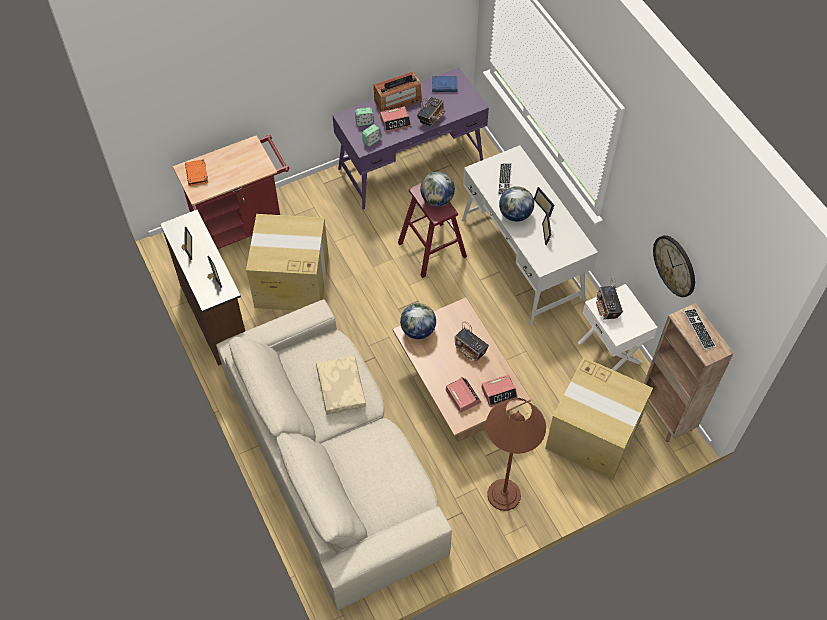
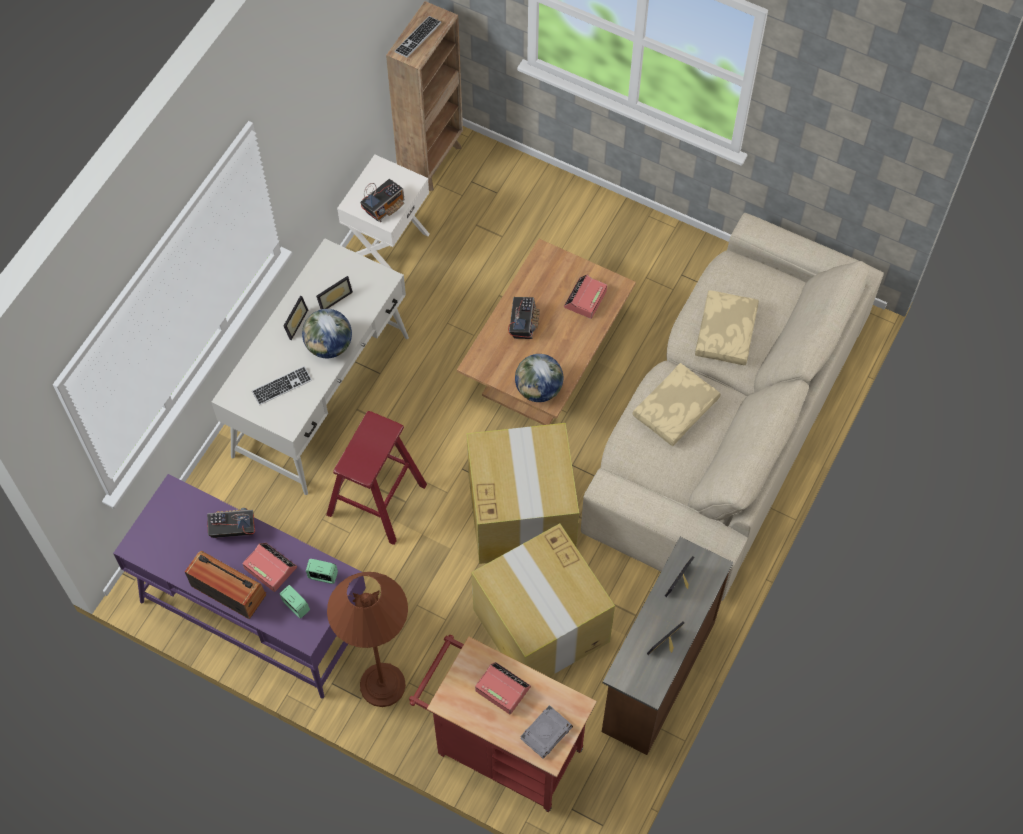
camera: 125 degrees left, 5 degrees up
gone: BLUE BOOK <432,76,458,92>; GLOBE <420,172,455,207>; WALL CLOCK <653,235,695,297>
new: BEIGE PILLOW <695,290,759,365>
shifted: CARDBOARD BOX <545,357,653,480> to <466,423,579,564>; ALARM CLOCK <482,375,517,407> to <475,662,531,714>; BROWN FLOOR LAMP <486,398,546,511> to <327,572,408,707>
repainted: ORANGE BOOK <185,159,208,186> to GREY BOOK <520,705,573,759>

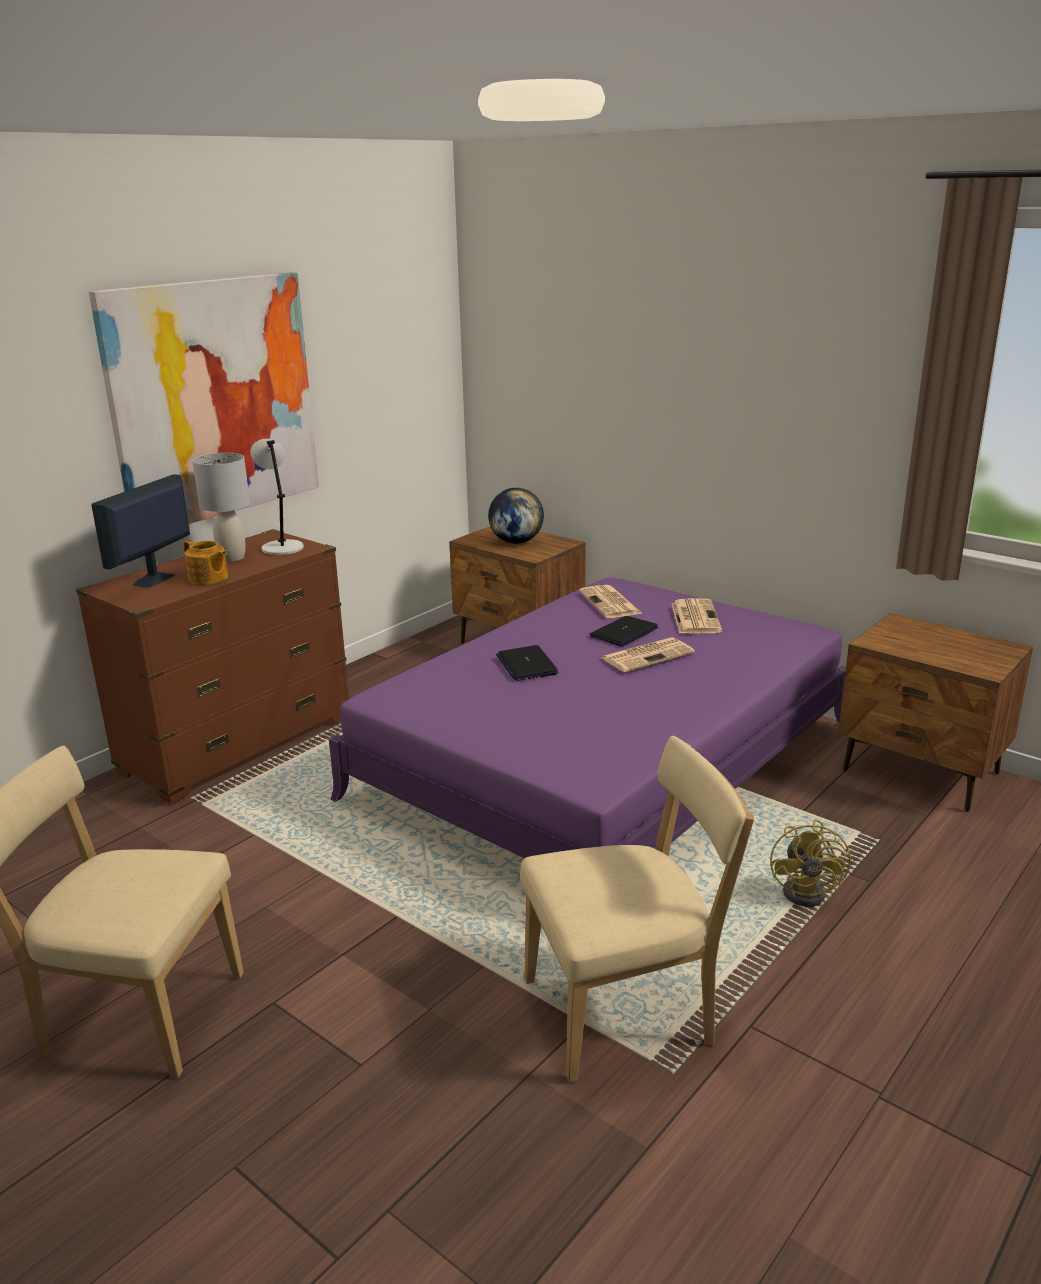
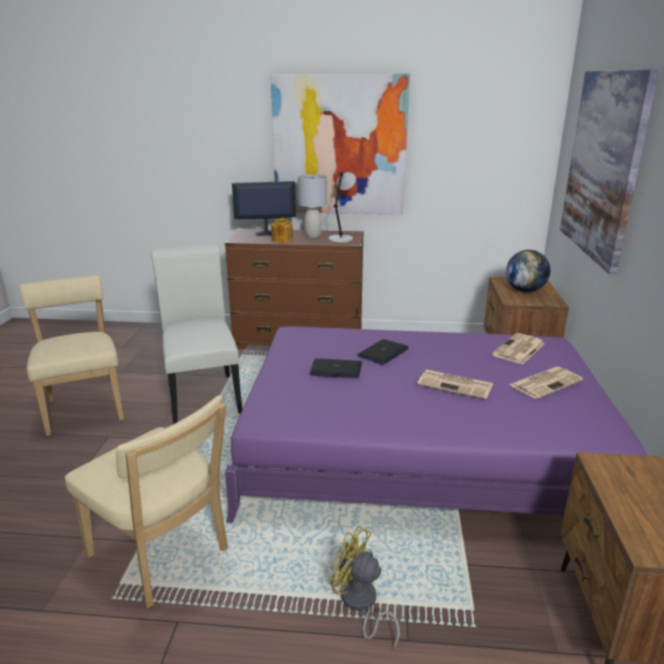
camera: 55 degrees right, 0 degrees up
new: PICTURE <560,69,659,275>; WHITE CHAIR <151,245,242,424>
shifted: LAPTOP <589,616,658,646> to <310,358,362,378>
rotated: YELLOW FAN <770,820,851,907> = <331,526,400,650> 60 degrees clockwise

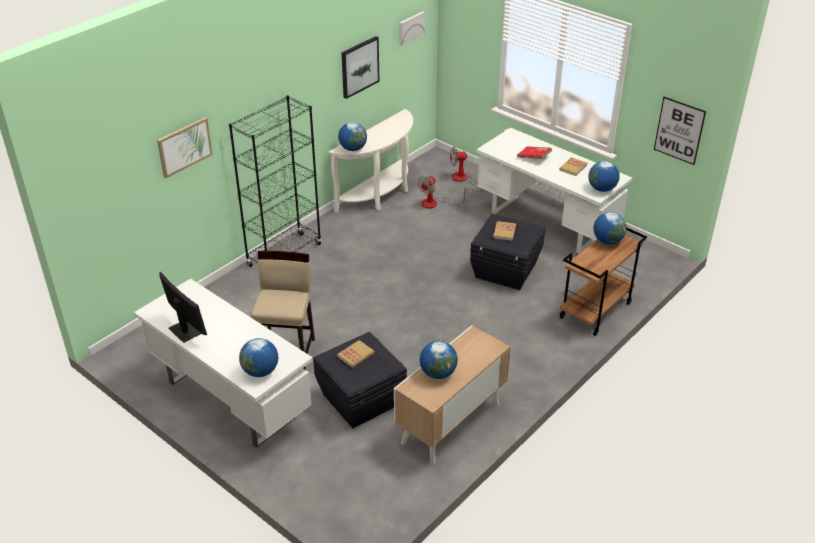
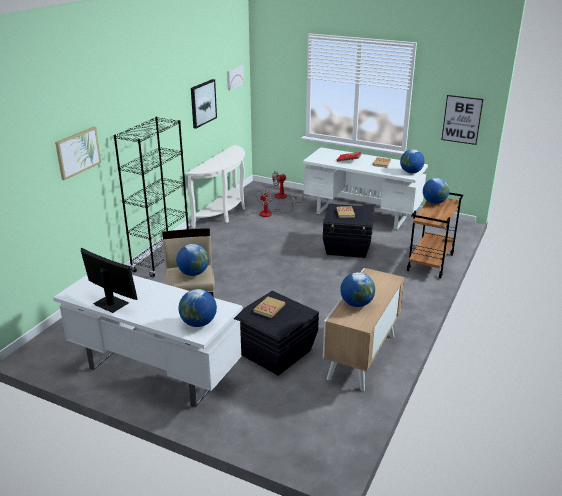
camera: 15 degrees left, 10 degrees down
shifted: GLOBE <338,122,367,151> to <176,244,209,276>

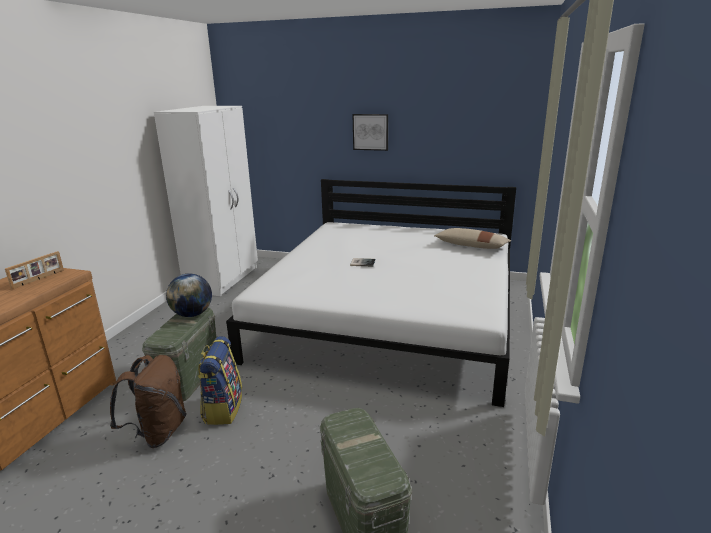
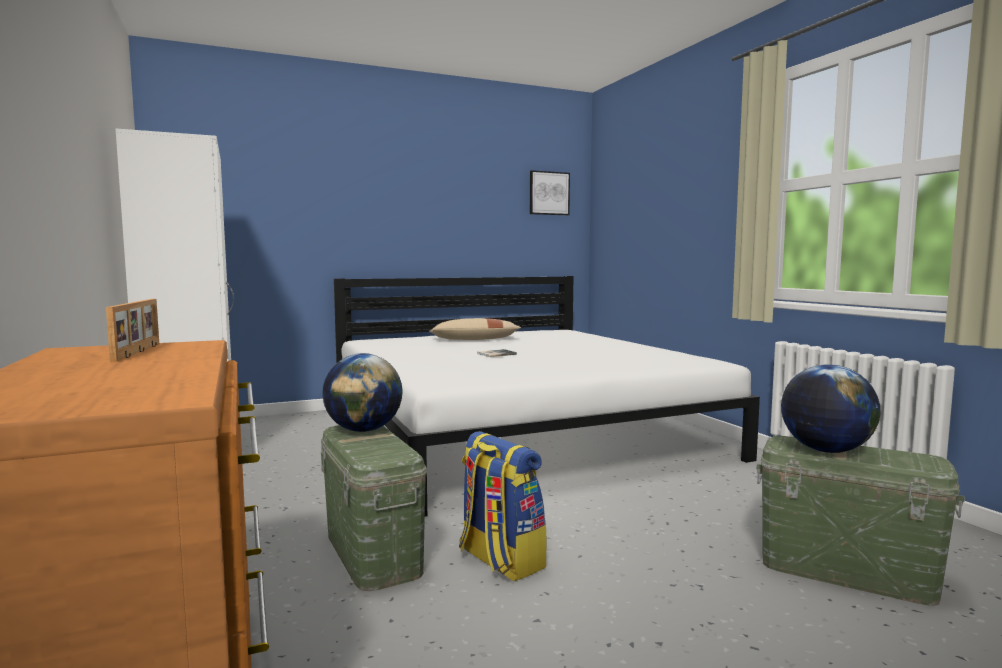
camera: 40 degrees left, 15 degrees down
gone: BROWN BACKPACK <110,355,187,448>
new: GLOBE <781,364,881,453>
shifted: PICTURE <352,114,388,151> to <530,170,570,215>; BEIGE PILLOW <434,228,511,249> to <429,318,521,340>

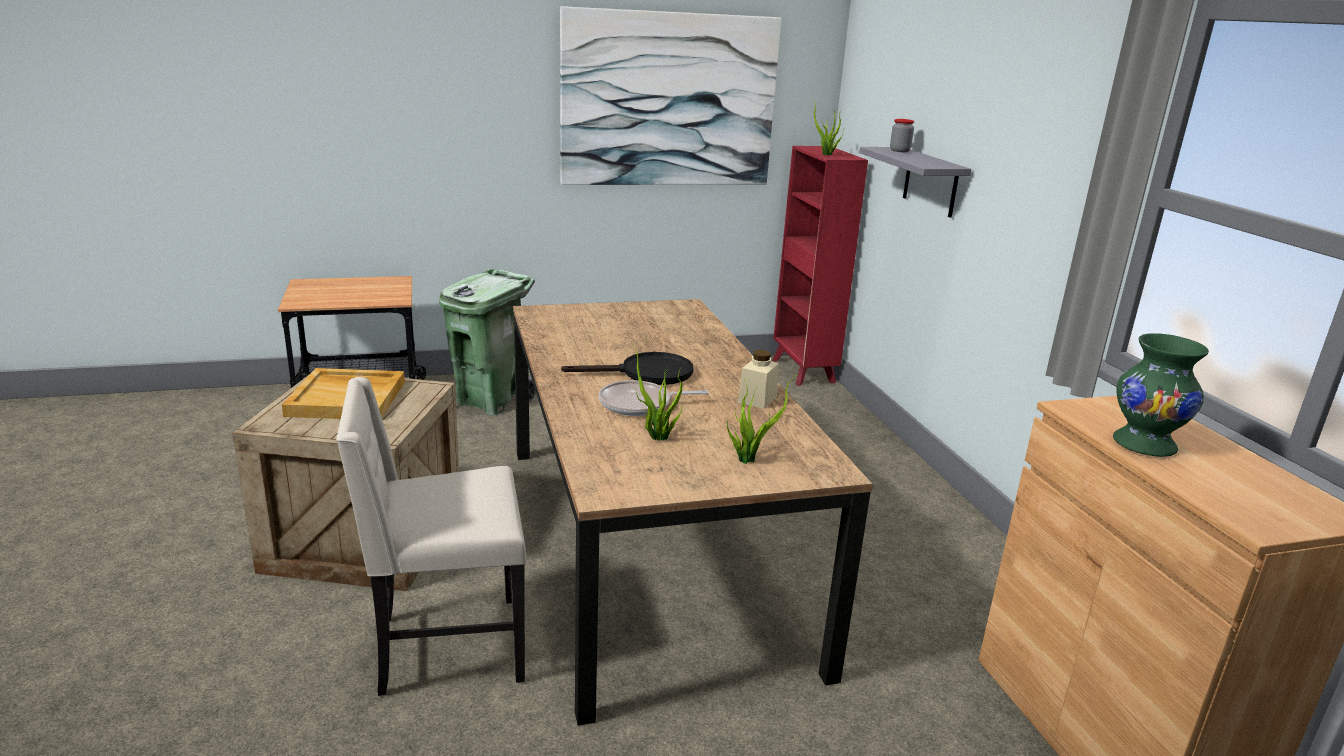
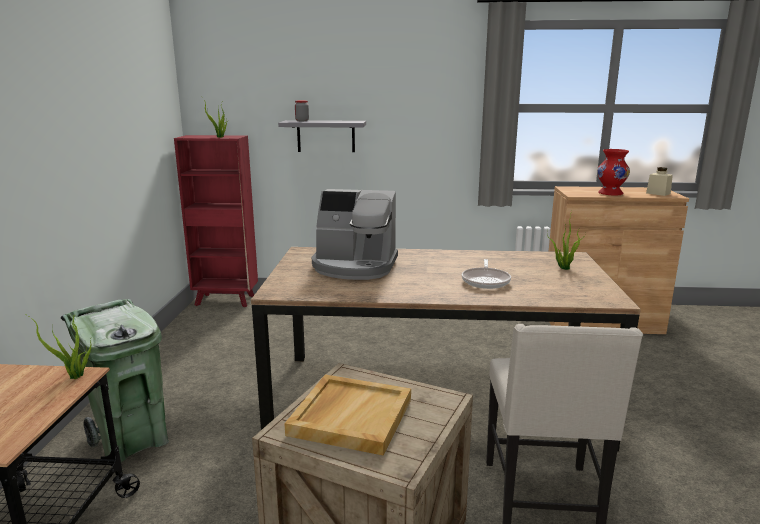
camera: 70 degrees left, 5 degrees down
gone: PICTURE <560,6,781,185>; BLACK FRYING PAN <561,352,693,385>
new: COFFEE MACHINE <312,189,398,280>
shifted: POTTED PLANT <632,342,683,440> to <25,314,91,379>; BEIGE JAR <738,350,779,409> to <646,167,673,196>
repainted: GREEN VASE <1113,333,1209,457> to RED VASE <597,149,630,196>

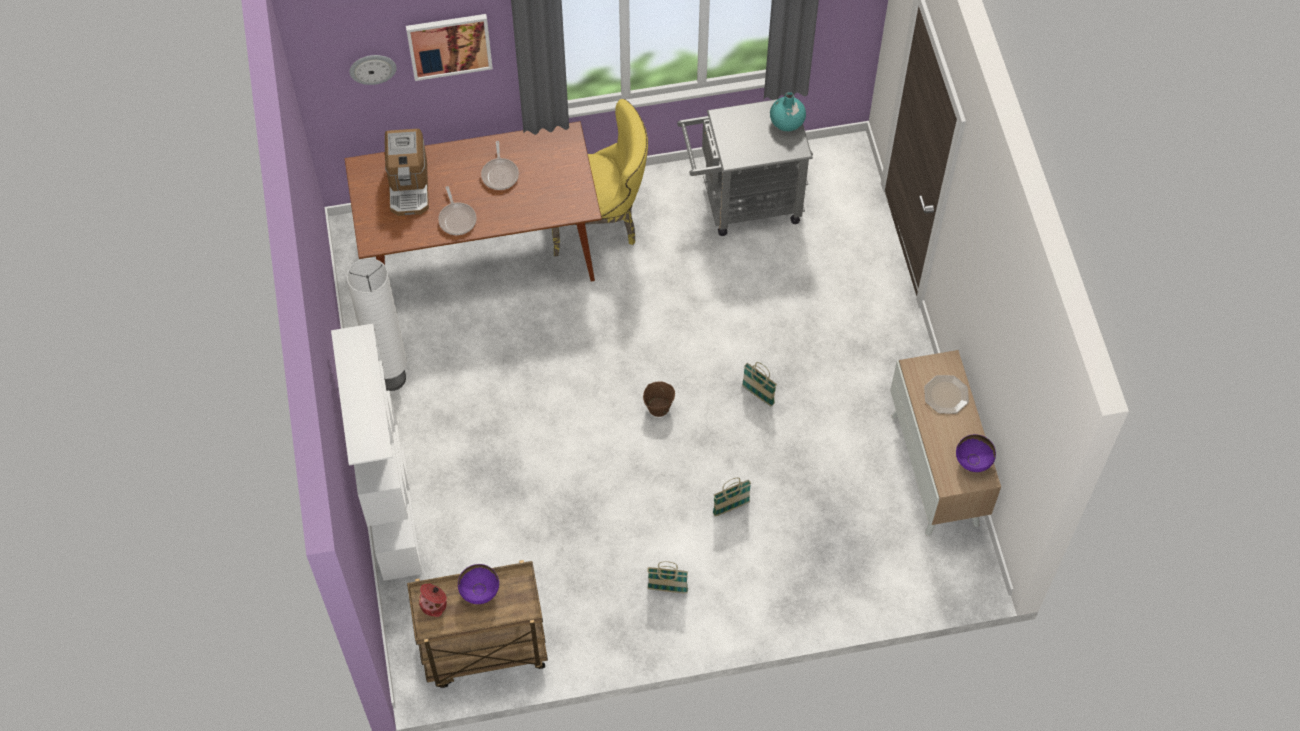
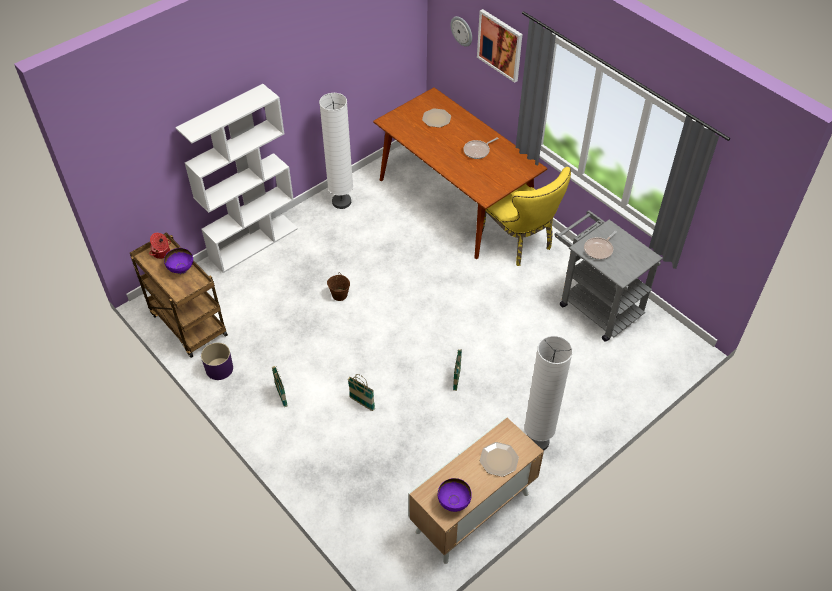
camera: 60 degrees right, 10 degrees down
gone: TURQUOISE VASE <770,92,806,131>
new: WHITE FLOOR LAMP <524,336,573,451>; PURPLE PLANTER <201,343,233,380>
shifted: FRYING PAN <438,186,476,235> to <584,231,617,260>; BROWN BUCKET <643,381,675,417> to <327,272,350,301>
swapped: COFFEE MACHINE <385,129,429,216> to PLATE <422,108,451,128>

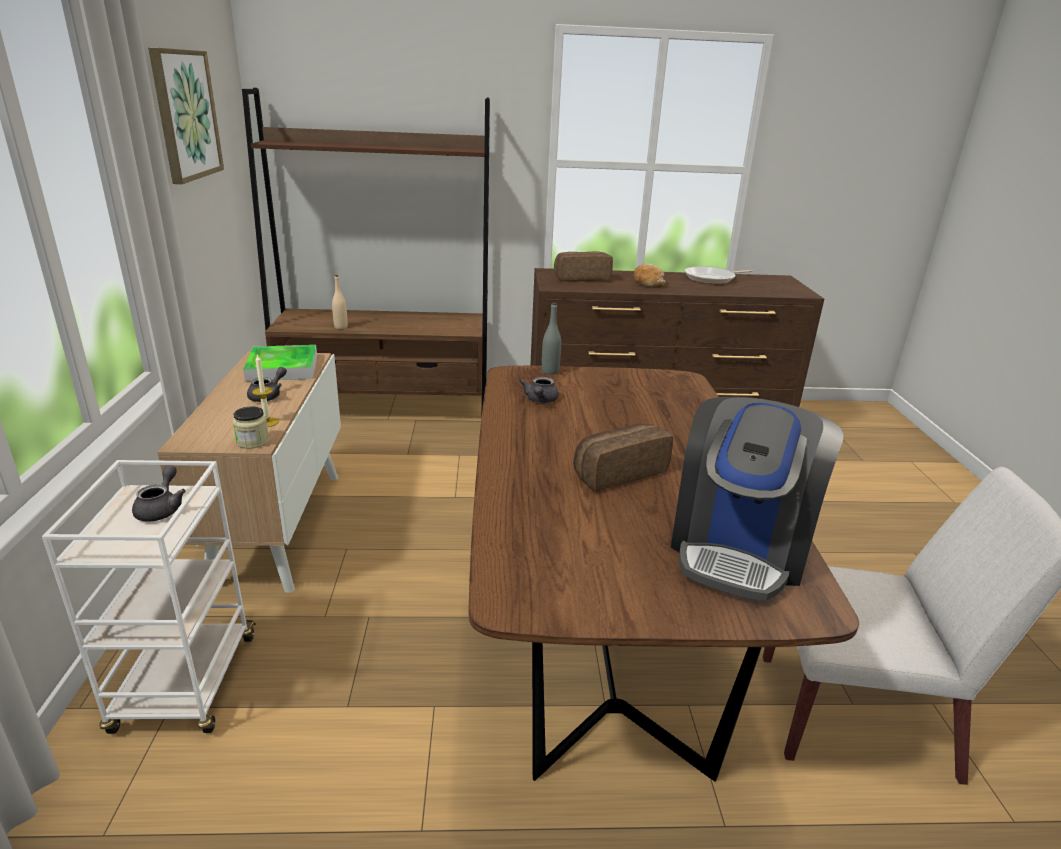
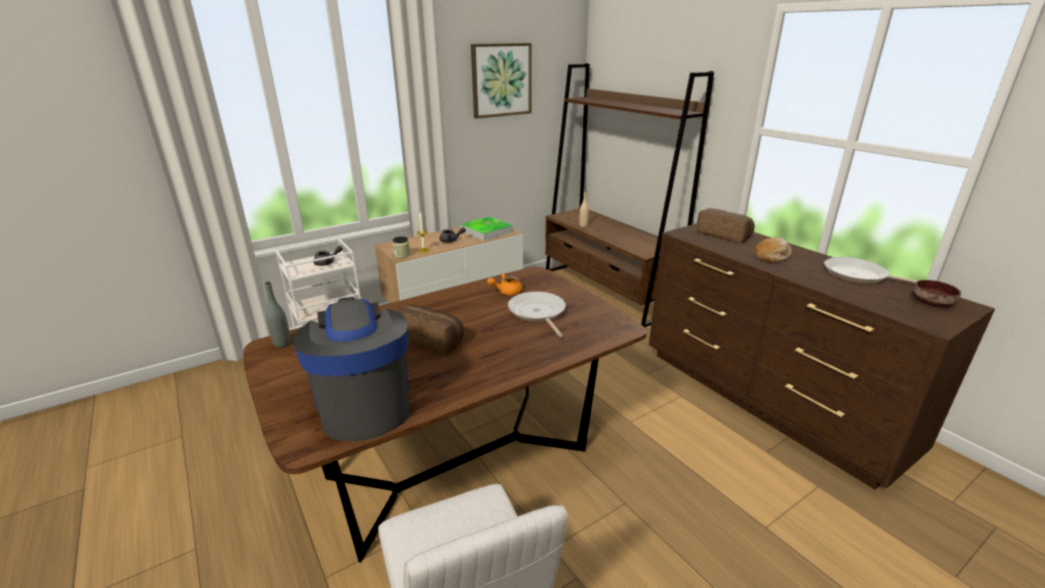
camera: 60 degrees right, 0 degrees up
new: BROWN BOWL <912,280,961,307>; FRYING PAN <508,291,566,337>
shifted: GREY BOTTLE <542,302,561,375> to <265,282,291,348>
repainted: GREY TEAPOT <519,377,559,403> to ORANGE TEAPOT <487,273,523,295>
rotated: COFFEE MACHINE <671,397,843,601> = <293,297,409,441> 75 degrees clockwise

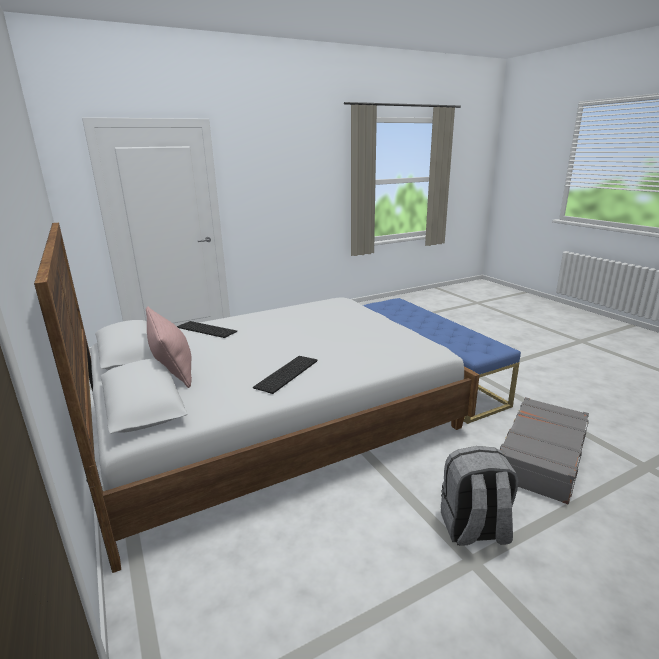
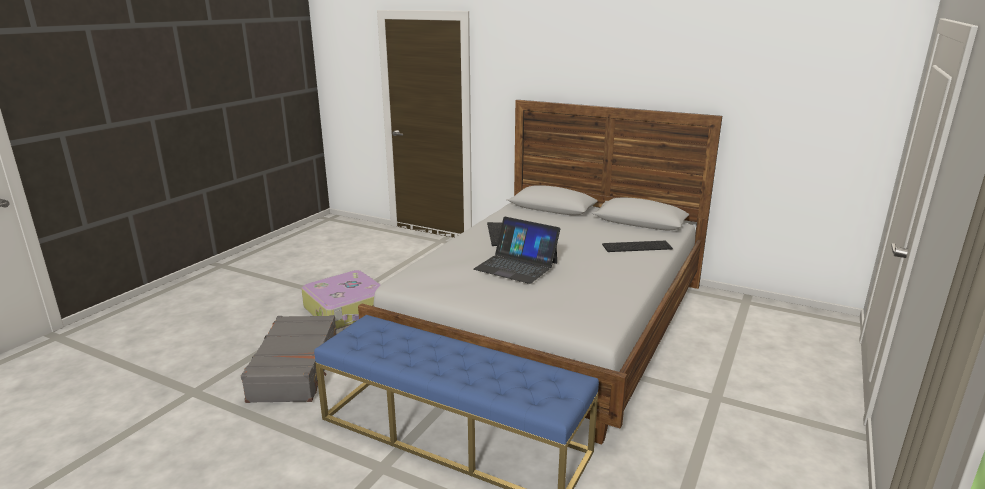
camera: 145 degrees right, 0 degrees up
gone: PINK PILLOW <146,306,192,388>
new: LAPTOP <474,217,560,284>
swapped: GREY BACKPACK <441,446,518,546> to SUITCASE <301,270,381,330>

